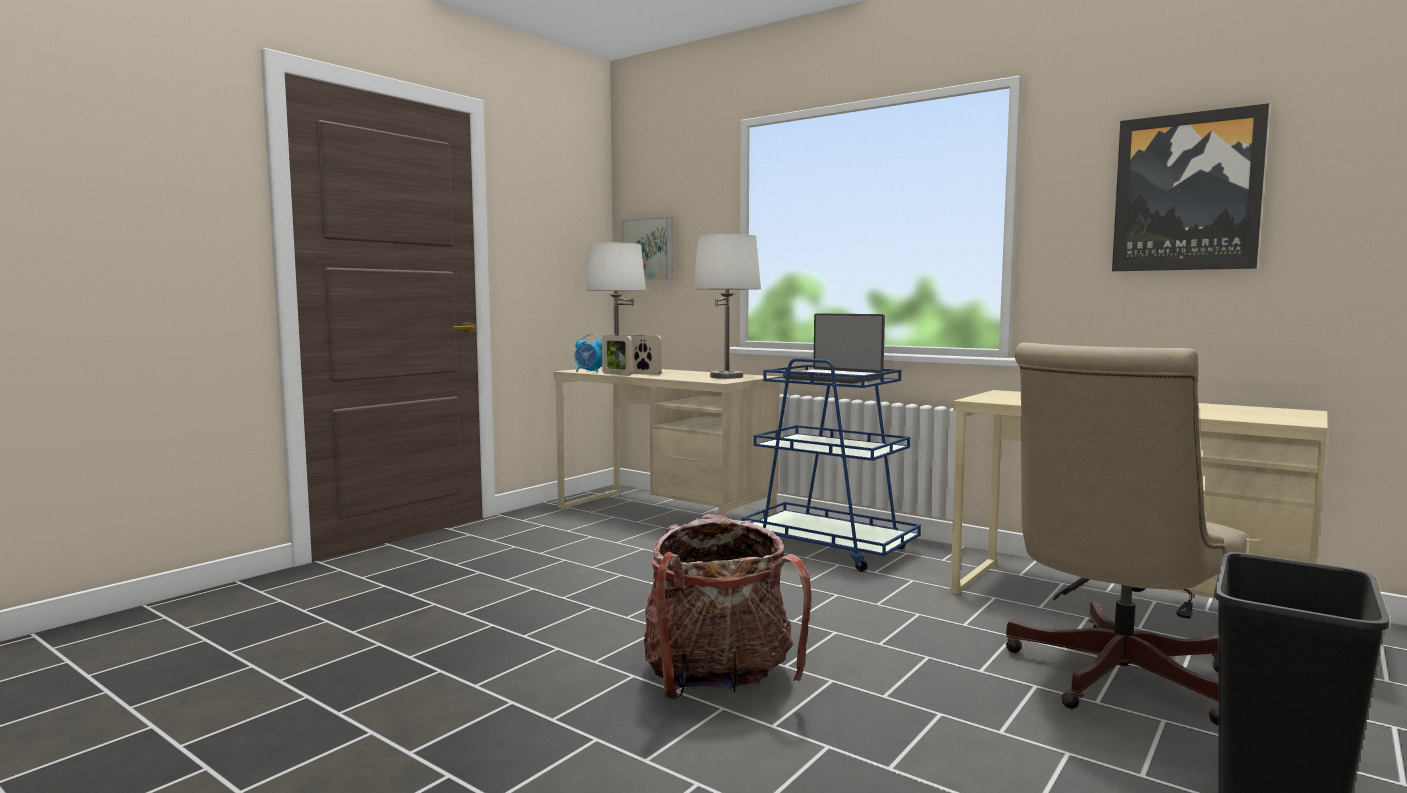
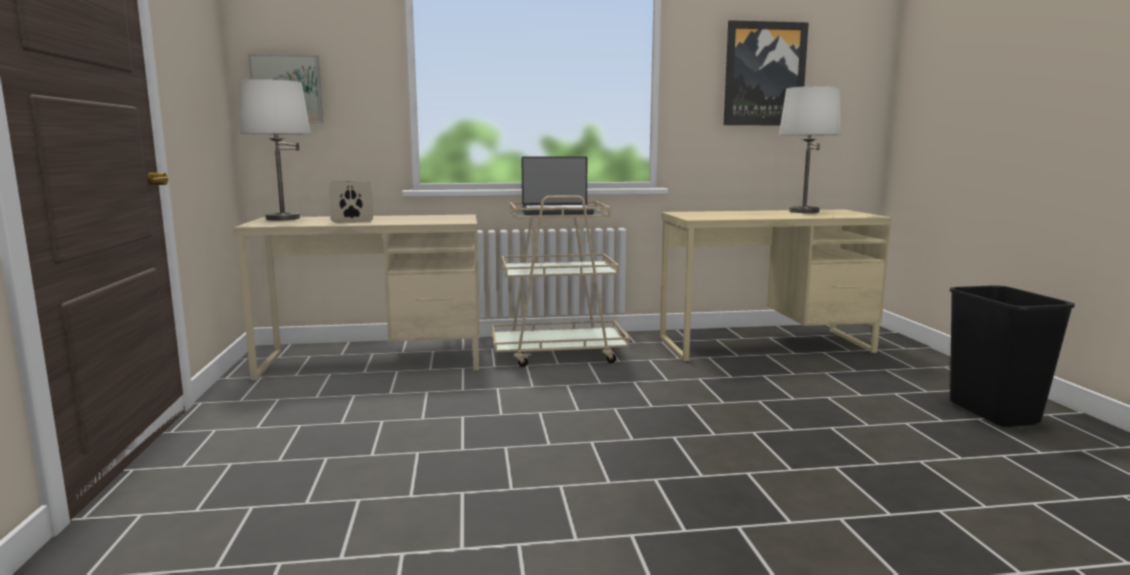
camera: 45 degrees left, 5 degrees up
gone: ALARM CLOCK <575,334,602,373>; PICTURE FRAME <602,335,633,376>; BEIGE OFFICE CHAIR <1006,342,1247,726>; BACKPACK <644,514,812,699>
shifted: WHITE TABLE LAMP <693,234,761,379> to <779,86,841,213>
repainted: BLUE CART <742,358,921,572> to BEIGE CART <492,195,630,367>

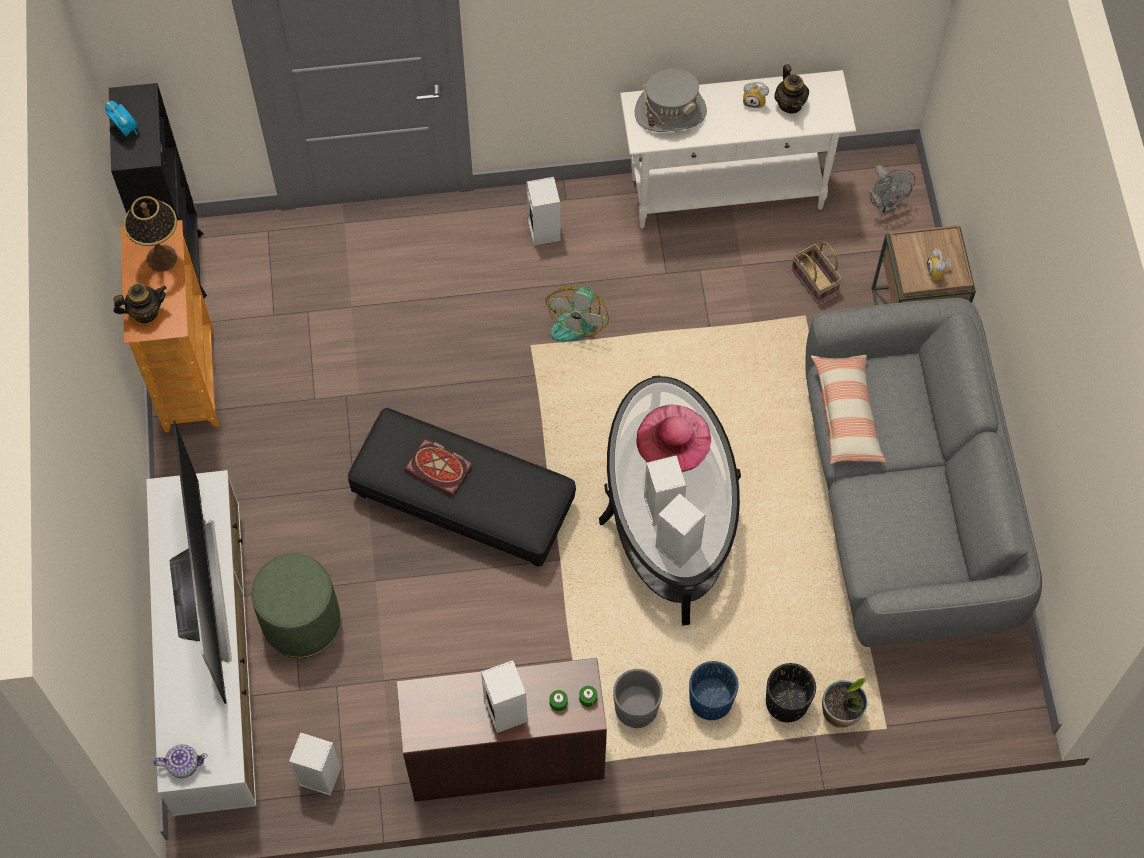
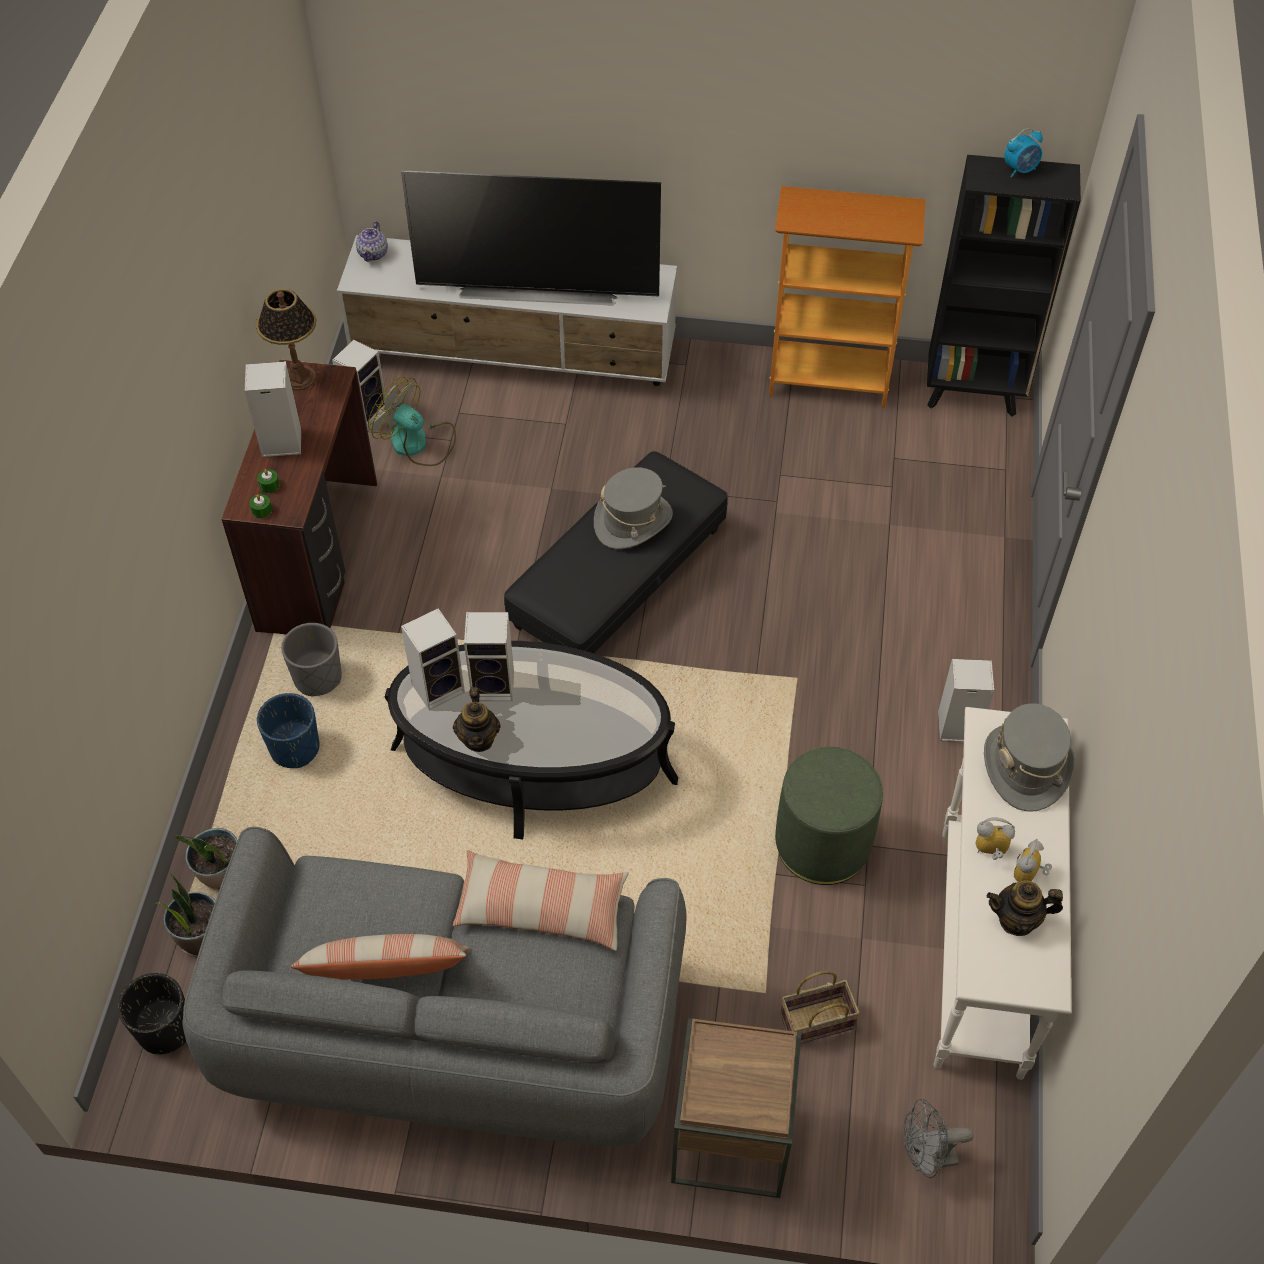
camera: 105 degrees right, 10 degrees down
gone: PINK HAT <636,405,711,472>
new: POTTED PLANT <156,872,216,957>; PILLOW <290,934,470,979>
shifted: TABLE LAMP <123,196,177,272> to <256,289,316,390>; ALARM CLOCK <927,248,951,280> to <975,817,1015,860>; TEAPOT <113,283,167,323> to <453,687,501,752>; FAN <545,285,609,342> to <368,377,456,466>; GREEN OTTOMAN <251,553,340,658> to <775,747,883,885>; BLACK PLANTER <766,663,816,723> to <118,973,186,1054>
swapped: BOOK <404,438,473,496> to GREY HAT <594,467,673,549>

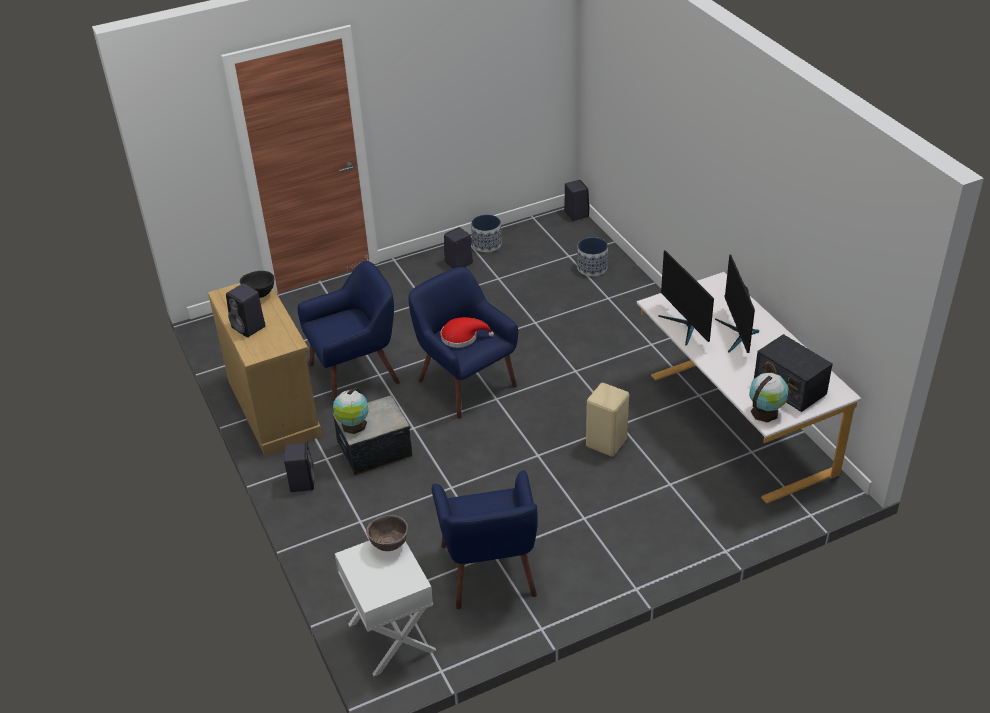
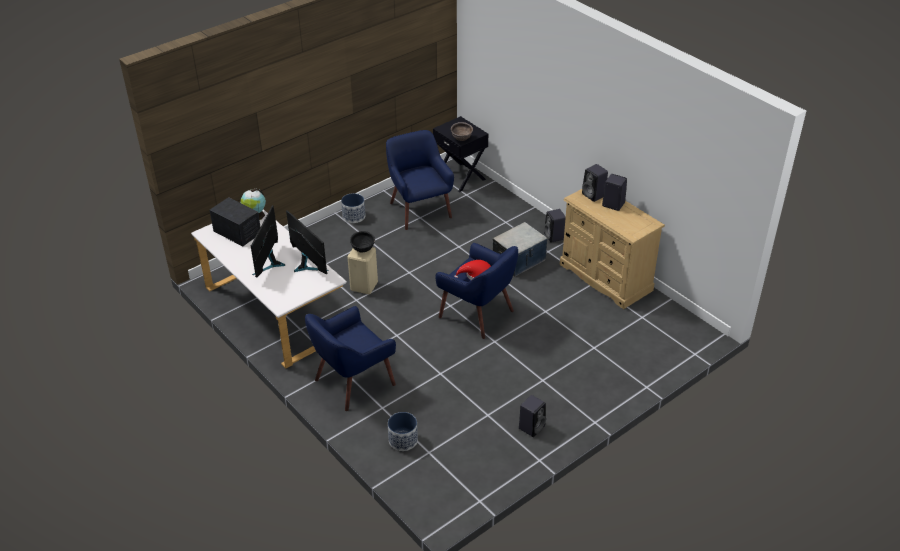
camera: 165 degrees right, 0 degrees up
gone: GLOBE <333,388,369,434>
shifted: BLACK SPEAKER <564,180,590,221> to <582,164,608,202>; PLANTER <471,214,502,252> to <341,193,366,223>; BLUE ARMCHAIR <298,261,400,403> to <305,306,396,411>; BLACK BOWL <240,271,274,298> to <350,231,375,253>
repainted: WHITE NIGHTSTAND <335,540,436,676> to BLACK NIGHTSTAND <433,116,488,192>
rotated: MONITOR <715,255,759,353> = <251,205,285,277> 150 degrees counterclockwise

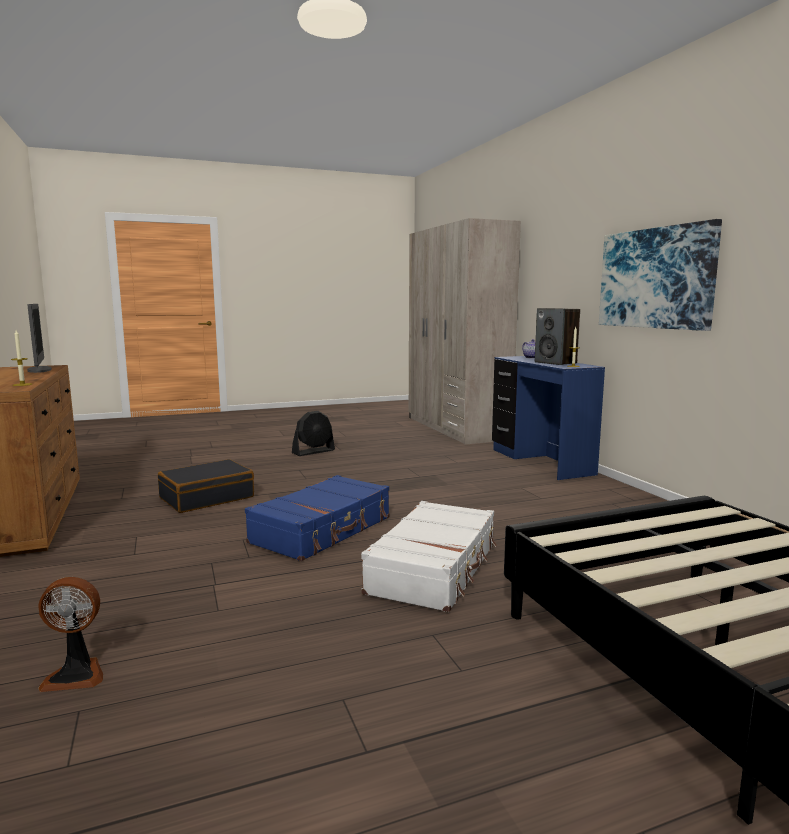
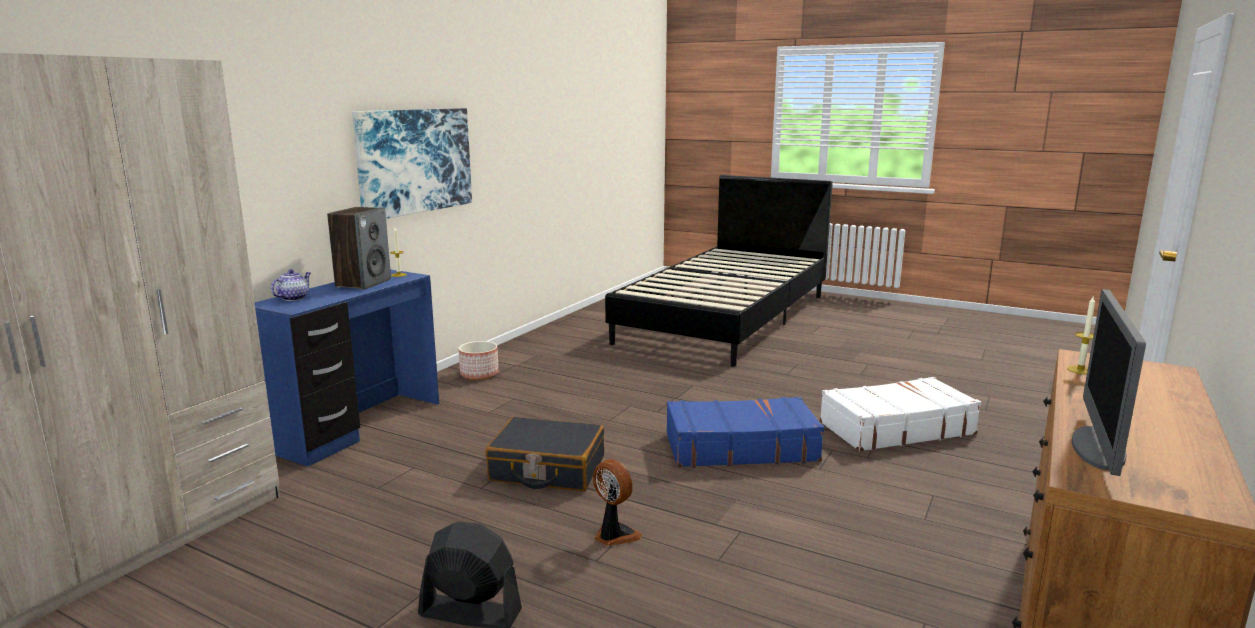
camera: 130 degrees left, 5 degrees up
new: PLANTER <458,341,499,380>
shifted: BLACK SUITCASE <158,459,254,513> to <485,417,604,491>; WHITE SUITCASE <361,501,497,612> to <820,377,981,452>; FAN <38,577,103,692> to <593,459,642,546>

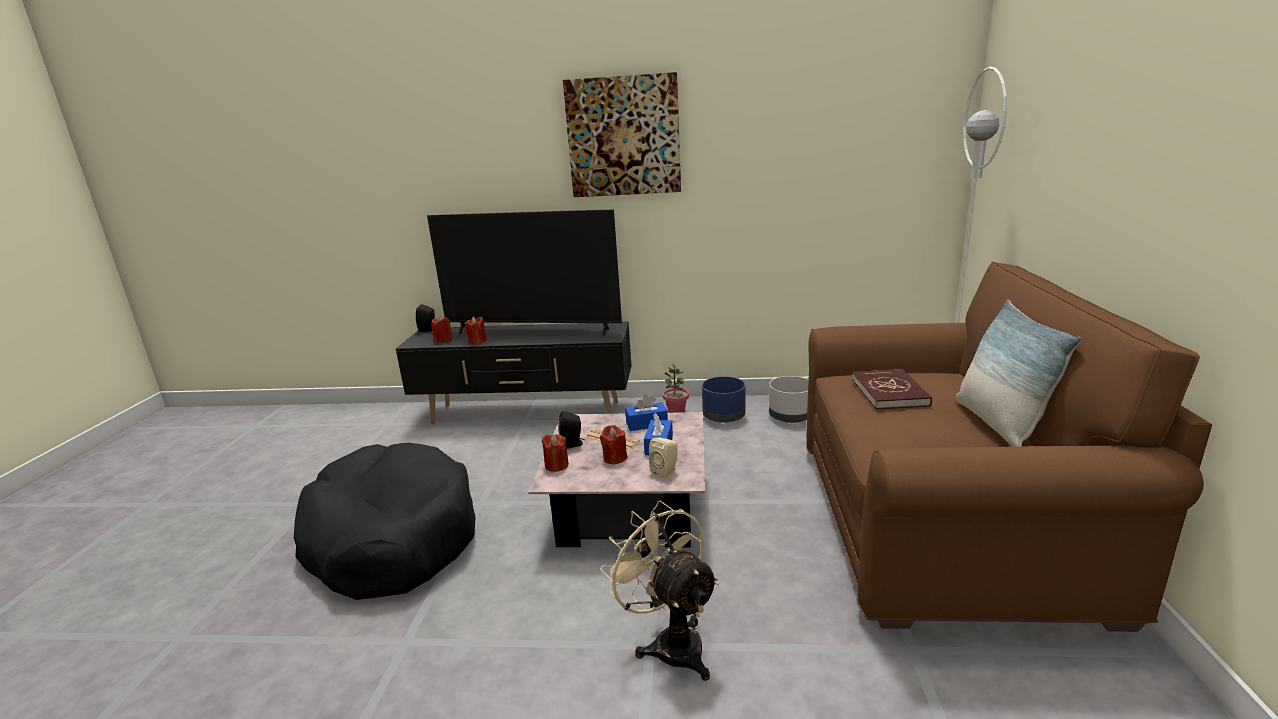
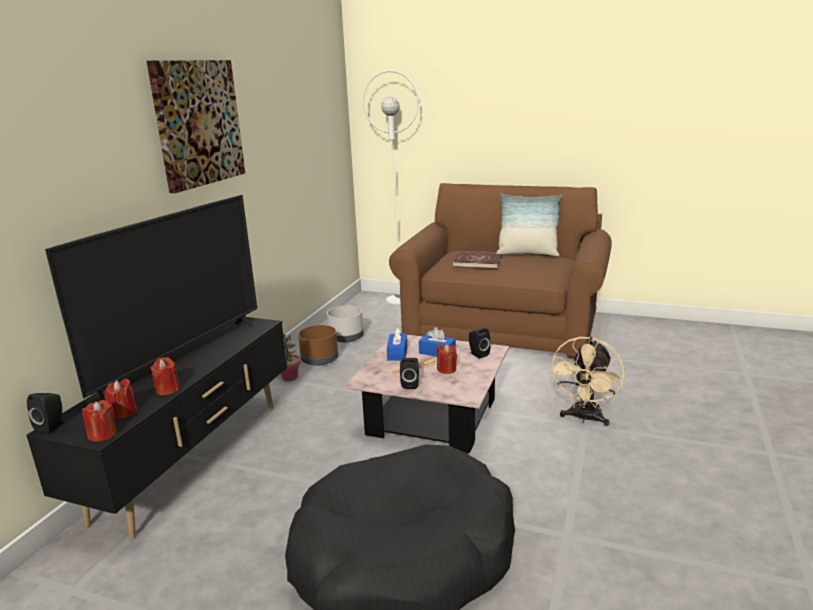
camera: 75 degrees left, 0 degrees up
shifted: RED CANDLE <542,434,569,472> to <82,400,117,442>
repainted: BLUE PLANTER <702,376,745,423> to BROWN PLANTER <298,325,338,366>; BEIGE SPEAKER <649,438,678,479> to BLACK SPEAKER <469,328,491,359>
rotated: BEIGE FAN <600,501,719,681> = <549,337,625,426> 45 degrees counterclockwise

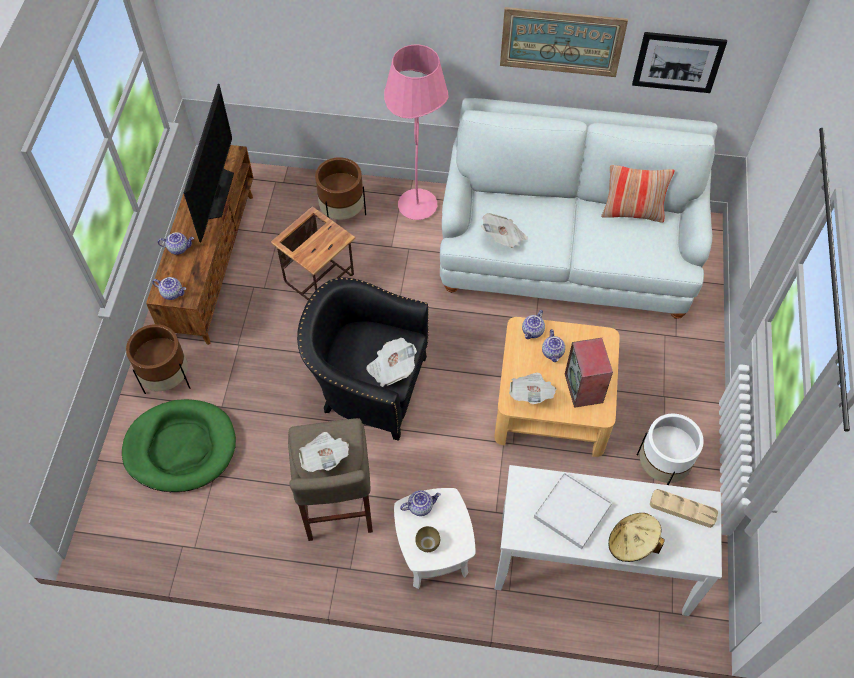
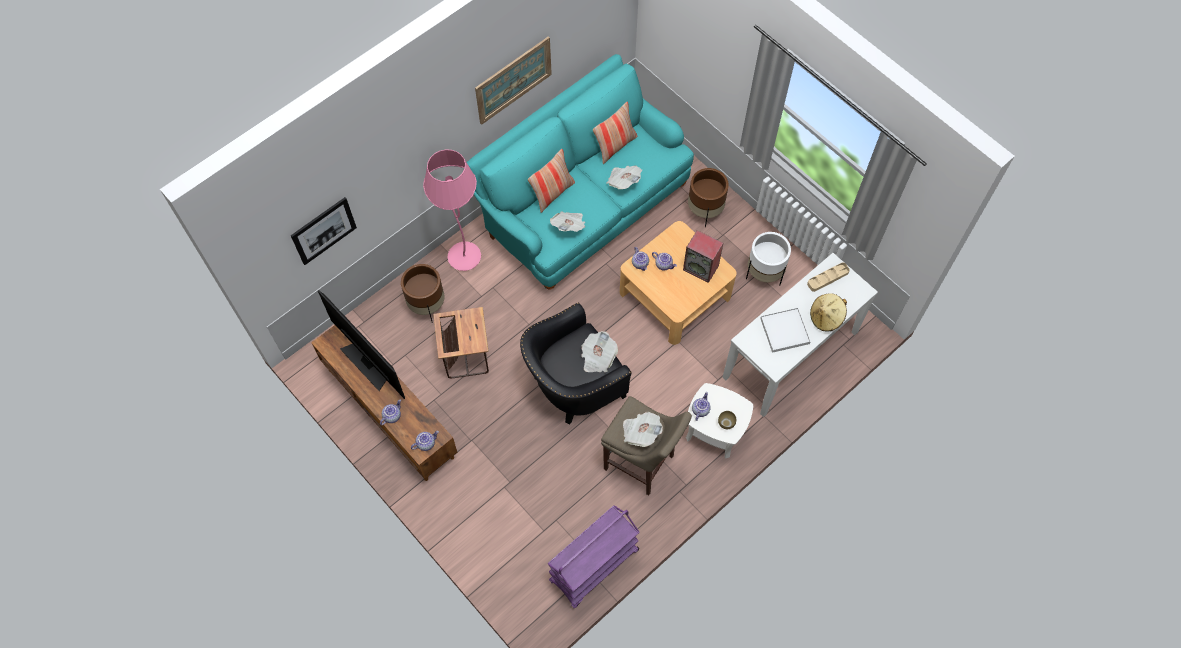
camera: 50 degrees left, 5 degrees up
gone: GREEN DOG BED <122,399,236,492>
new: PILLOW <528,149,575,213>; PURPLE CART <548,505,640,609>
shifted: PICTURE <632,32,727,93> to <291,197,357,265>; BROWN PLANTER <126,324,190,394> to <688,168,729,228>; NEWSPAPER <509,372,556,404> to <607,165,642,189>
repainted: WHITE SOFA <440,98,718,319> to TURQUOISE SOFA <466,54,694,290>

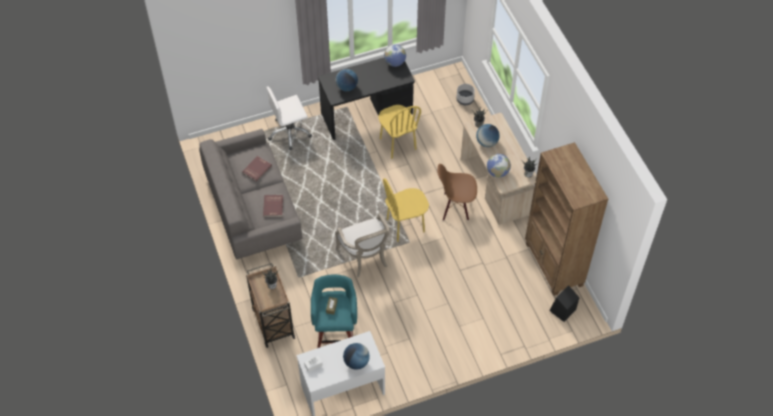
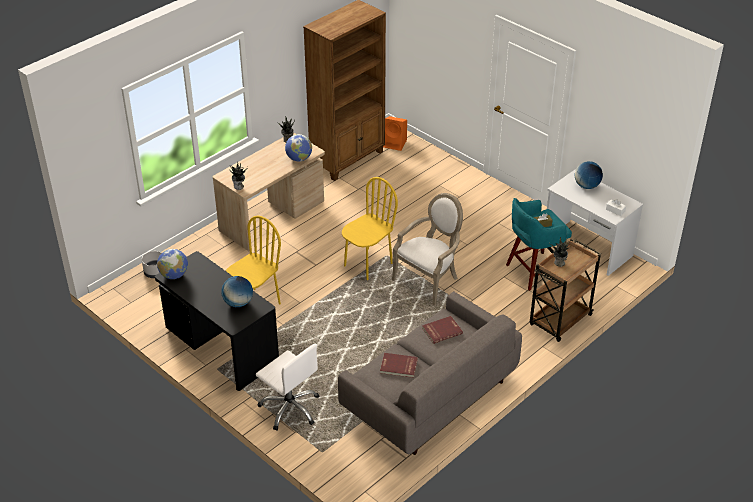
camera: 115 degrees left, 15 degrees down
gone: GLOBE <476,124,499,147>; BROWN CHAIR <437,164,477,221>
repainted: BLACK SPEAKER <550,285,579,322> to ORANGE SPEAKER <383,116,407,151>
rotated: YELLOW CHAIR <383,178,429,242> = <342,177,398,280> 90 degrees counterclockwise

